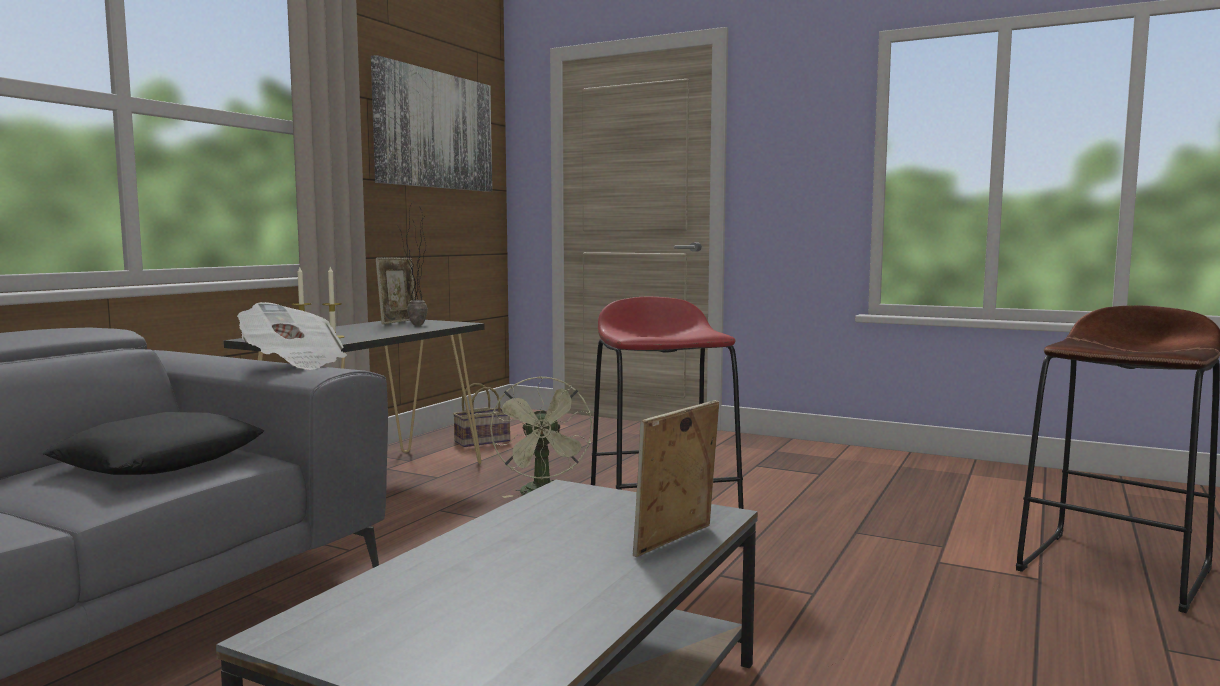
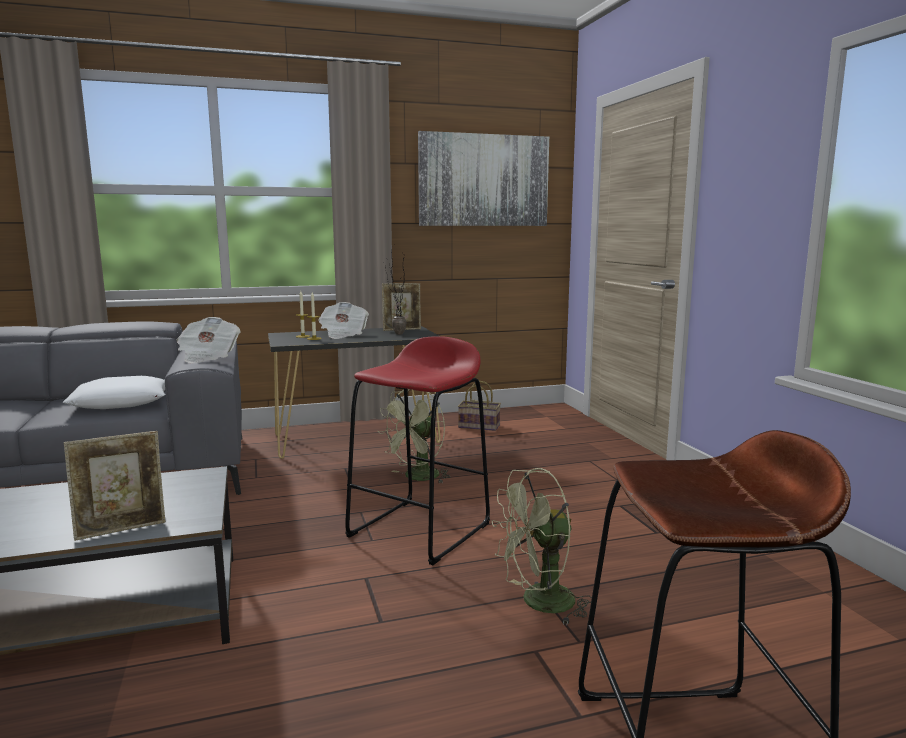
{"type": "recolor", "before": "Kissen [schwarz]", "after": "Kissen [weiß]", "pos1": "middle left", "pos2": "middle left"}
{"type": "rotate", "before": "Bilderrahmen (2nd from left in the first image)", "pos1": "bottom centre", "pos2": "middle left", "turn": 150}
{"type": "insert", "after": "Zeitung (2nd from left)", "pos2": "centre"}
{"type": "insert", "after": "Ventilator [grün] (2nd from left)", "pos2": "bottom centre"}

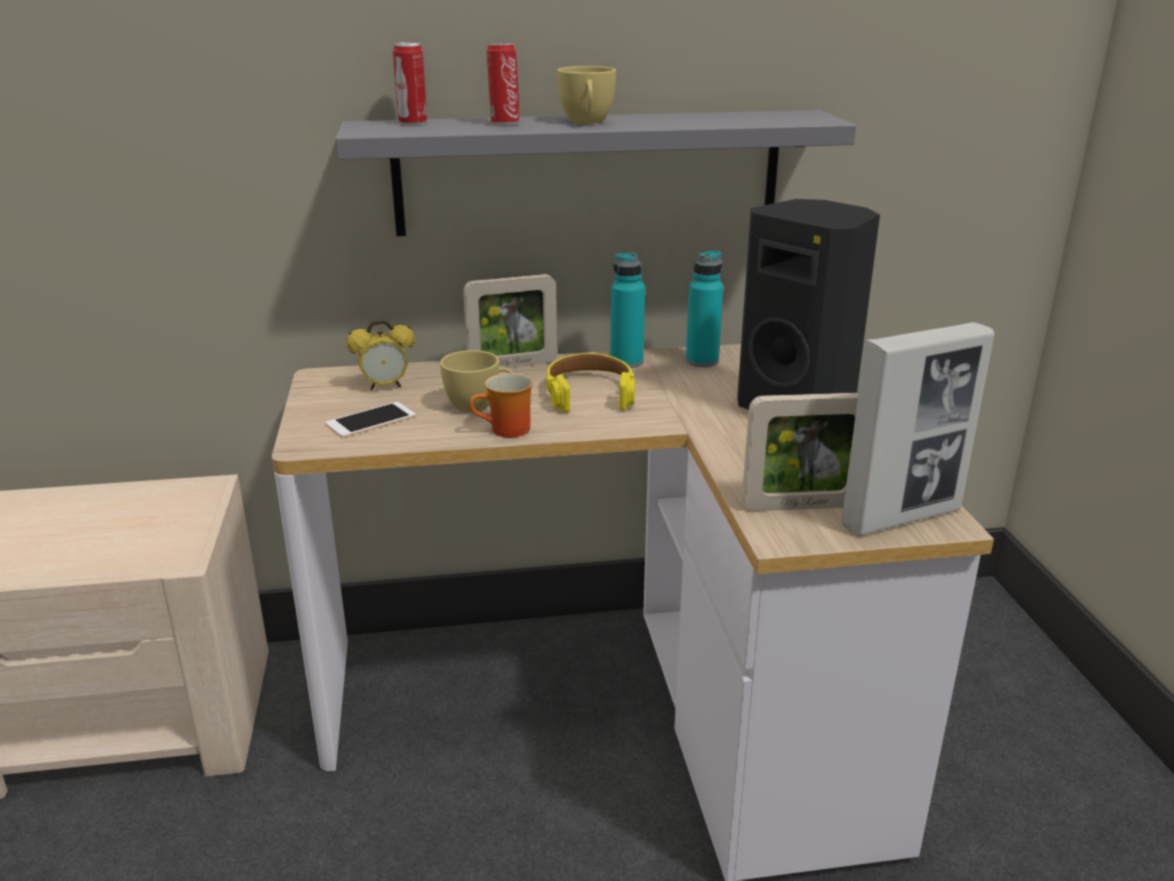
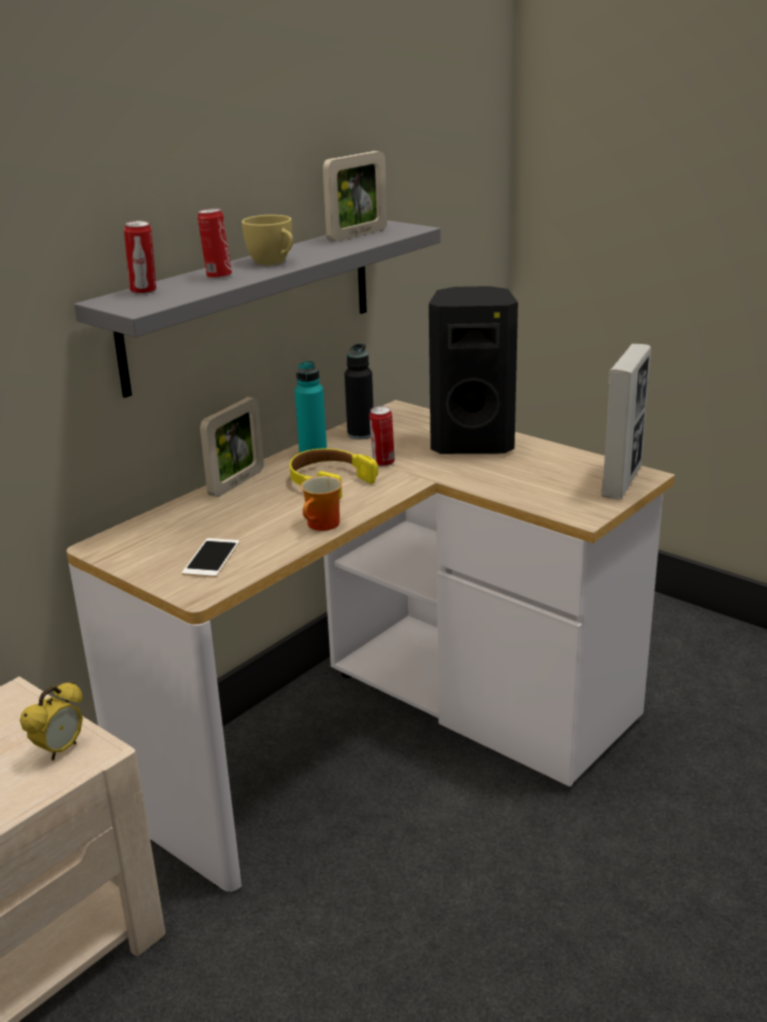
{"type": "move", "before": "Wecker", "pos1": "middle left", "pos2": "bottom left"}
{"type": "move", "before": "Bilderrahmen (2nd from left)", "pos1": "middle right", "pos2": "top centre"}
{"type": "recolor", "before": "Flasche [türkis] (2nd from left)", "after": "Flasche [schwarz]", "pos1": "centre", "pos2": "centre"}
{"type": "insert", "after": "Dose (3rd from left)", "pos2": "centre"}
{"type": "delete", "before": "Tasse [gelb] (1st from left)", "pos1": "centre"}

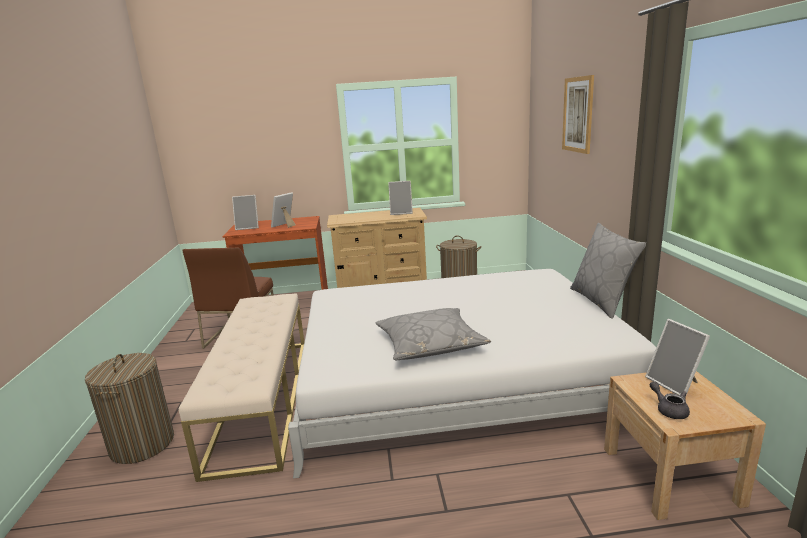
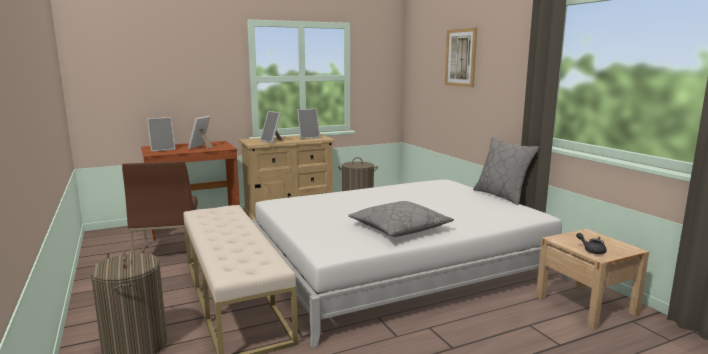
{"type": "move", "before": "Bilderrahmen (4th from left in the first image)", "after": "Bilderrahmen (3rd from left)", "pos1": "middle right", "pos2": "centre"}

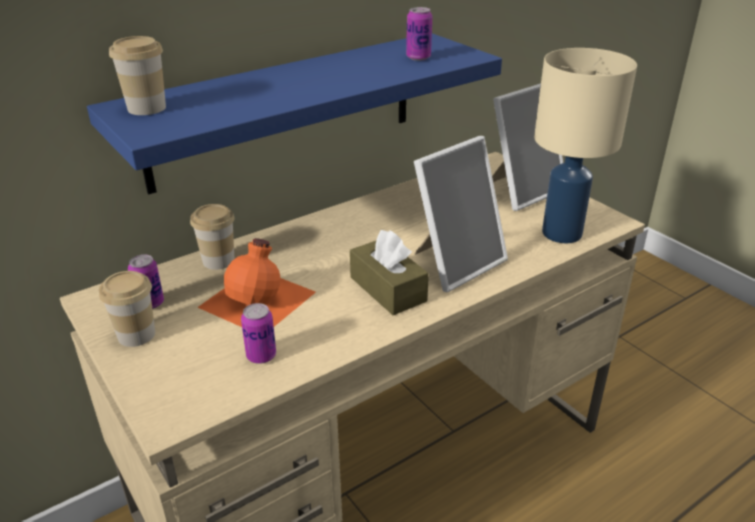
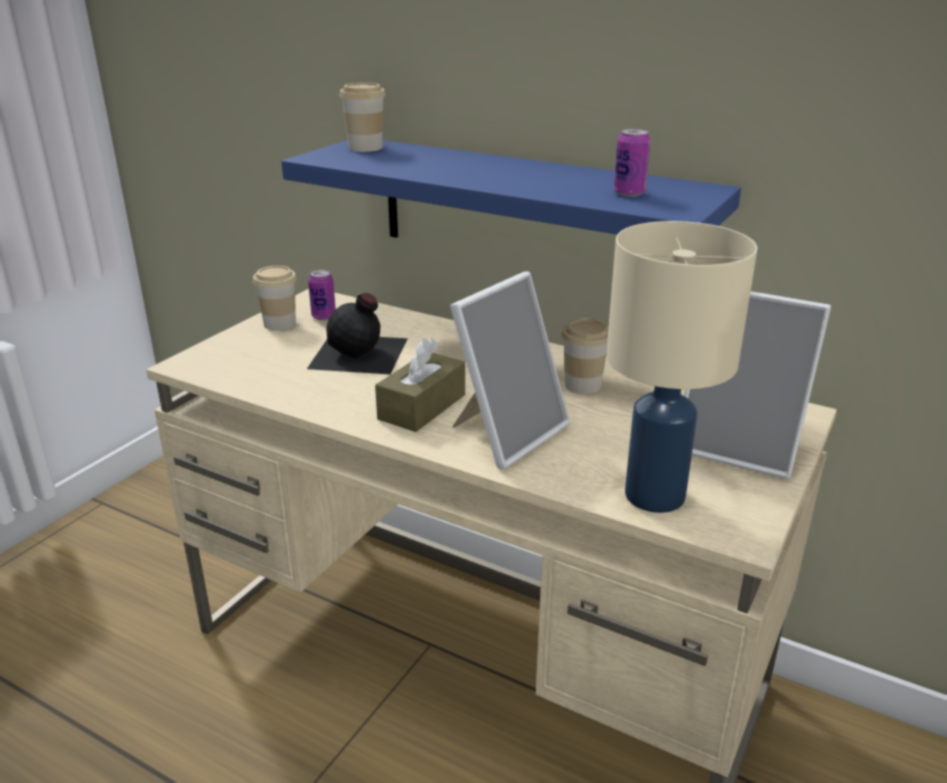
{"type": "recolor", "before": "Flasche [orange]", "after": "Flasche [schwarz]", "pos1": "centre", "pos2": "centre"}
{"type": "rotate", "before": "Bilderrahmen (1st from left)", "pos1": "centre", "pos2": "centre", "turn": -75}
{"type": "move", "before": "Tasse (3rd from left)", "pos1": "middle left", "pos2": "centre"}
{"type": "delete", "before": "Dose (2nd from left)", "pos1": "centre"}

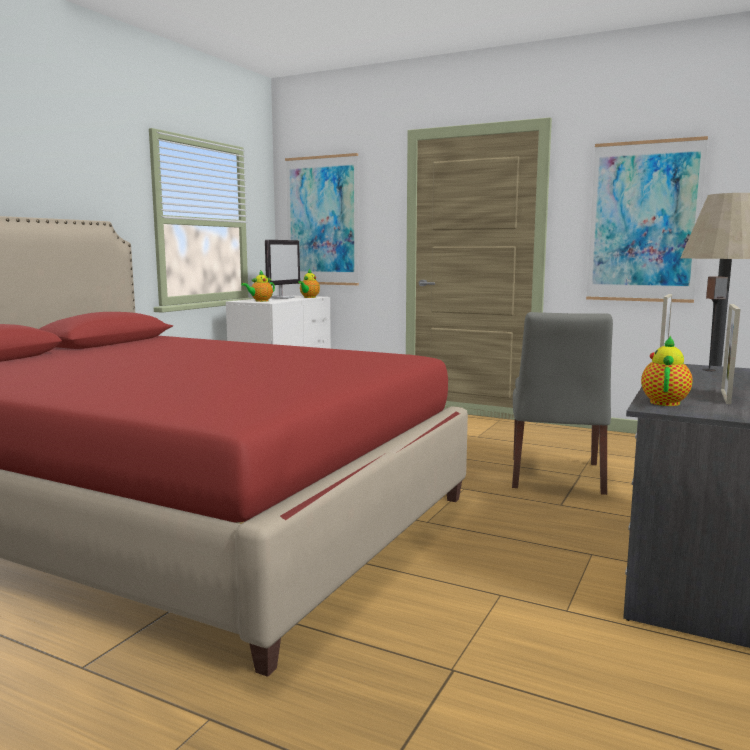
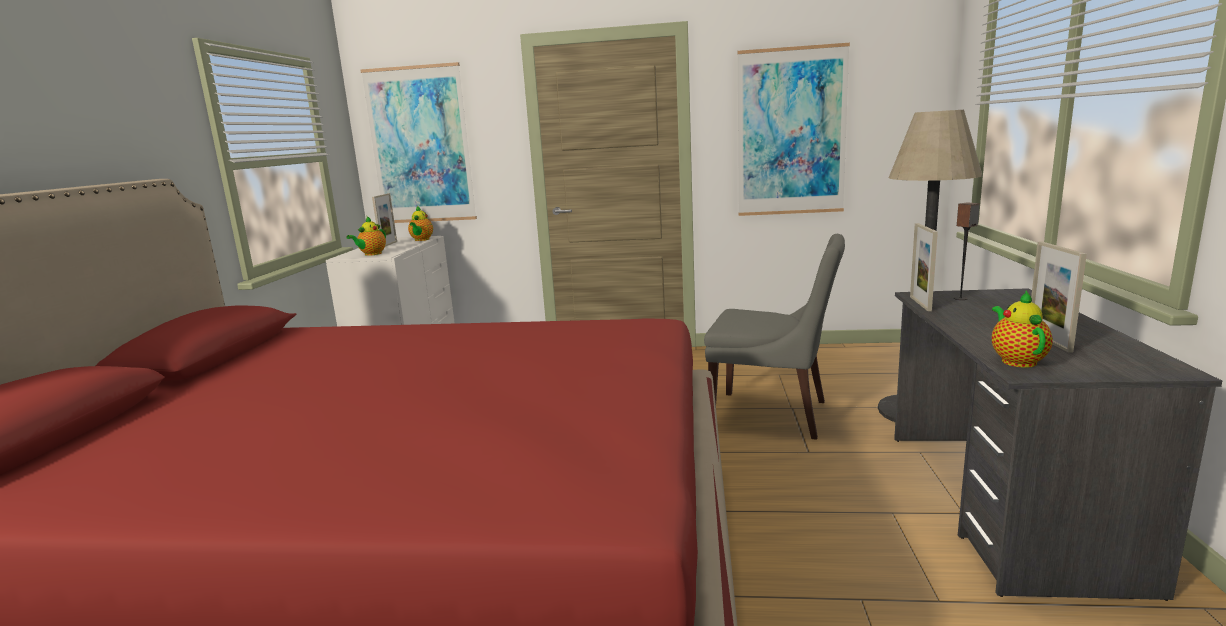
{"type": "replace", "before": "Monitor", "after": "Bilderrahmen (1st from left)", "pos1": "centre", "pos2": "middle left"}
{"type": "rotate", "before": "Stuhl [grau]", "pos1": "middle right", "pos2": "centre", "turn": -60}

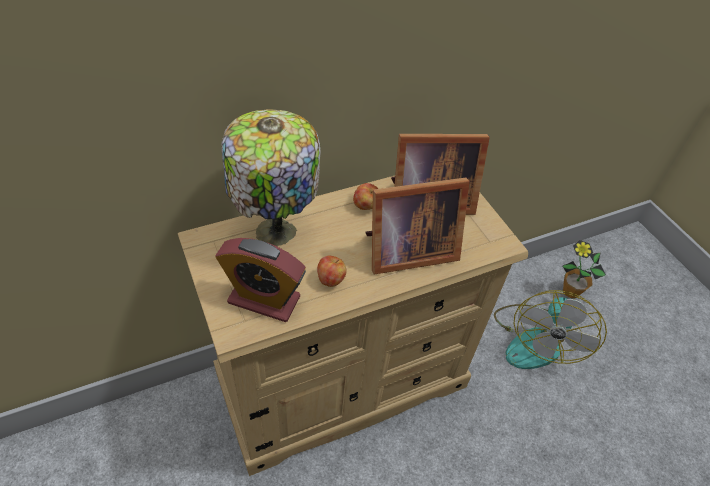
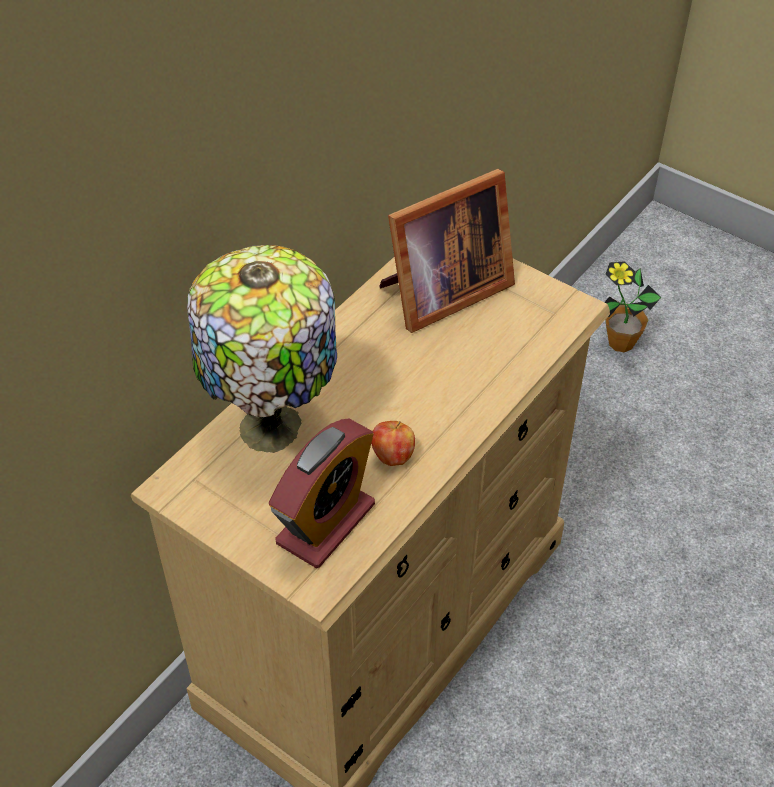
{"type": "rotate", "before": "Wecker", "pos1": "centre", "pos2": "centre", "turn": -45}
{"type": "delete", "before": "Apfel (2nd from left)", "pos1": "centre"}
{"type": "delete", "before": "Bilderrahmen (1st from left)", "pos1": "centre"}
{"type": "delete", "before": "Ventilator", "pos1": "bottom right"}

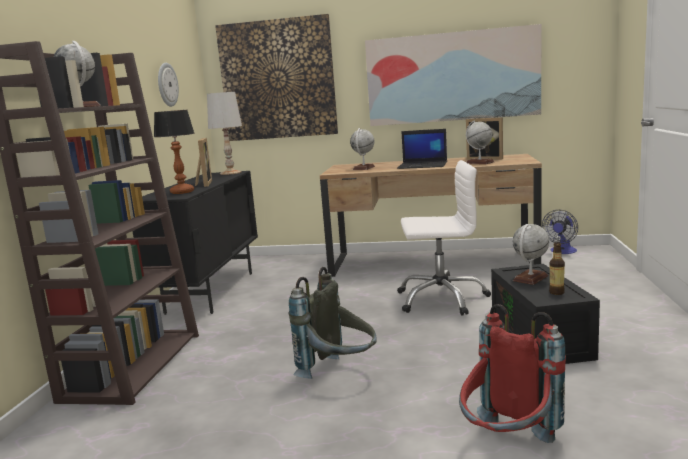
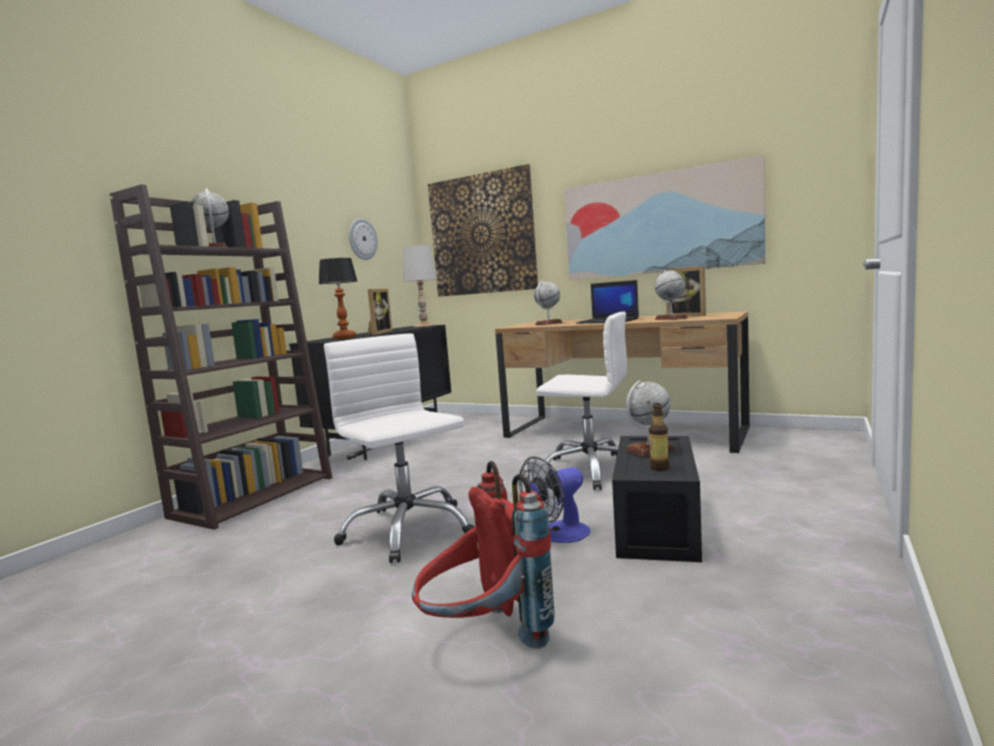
{"type": "replace", "before": "Rucksack [grau]", "after": "Bürostuhl [weiß] (1st from left)", "pos1": "bottom centre", "pos2": "centre"}
{"type": "move", "before": "Ventilator", "pos1": "middle right", "pos2": "bottom centre"}

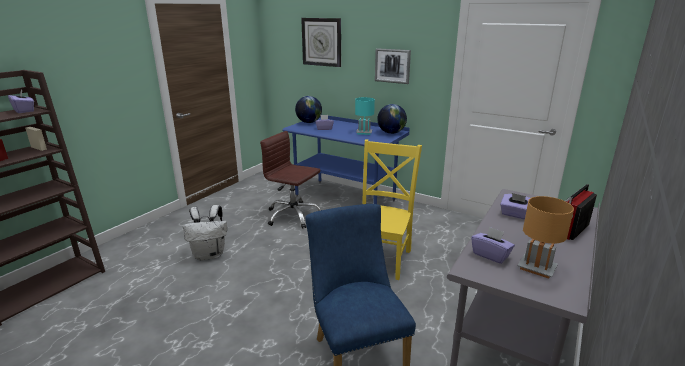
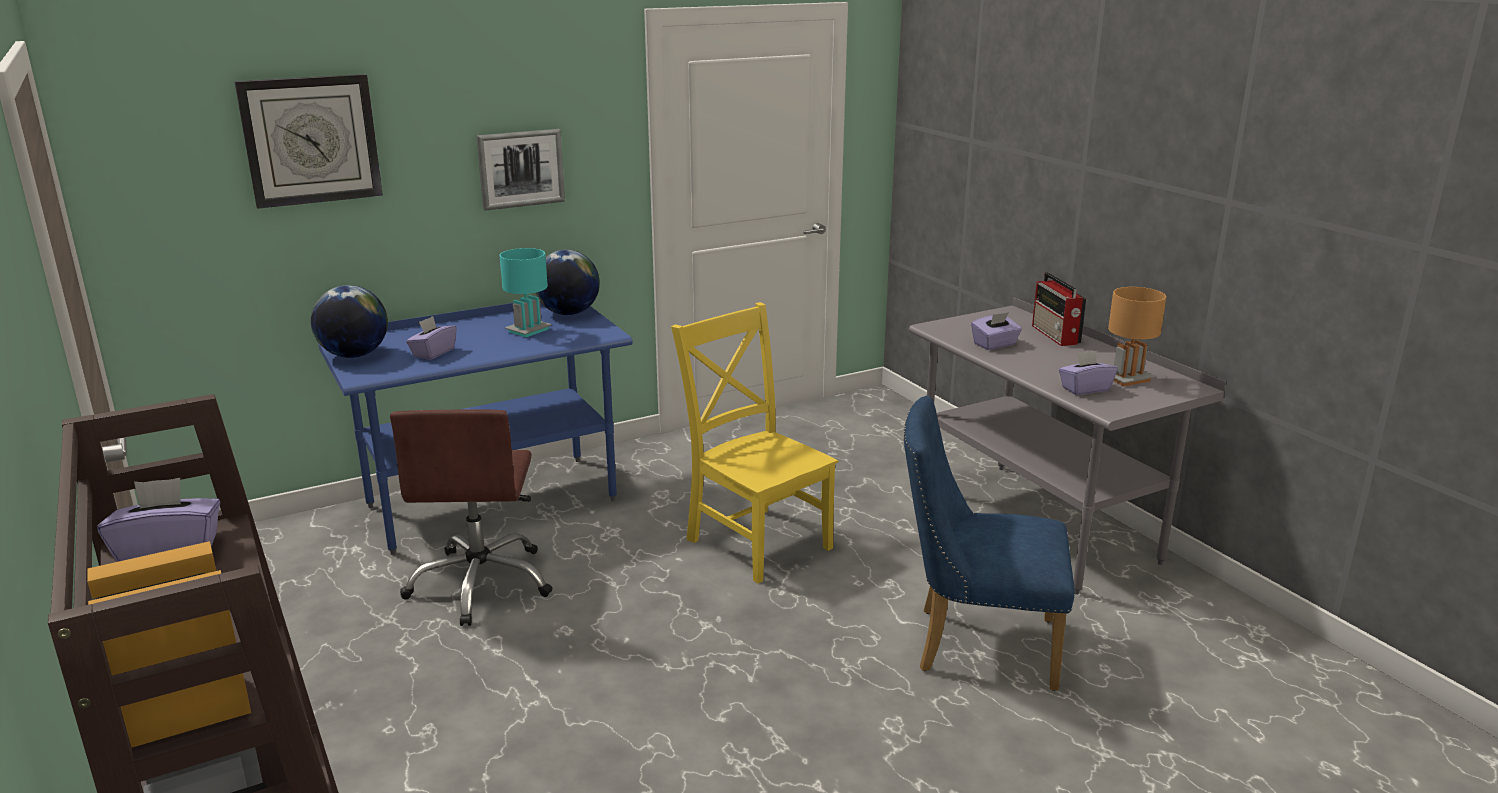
{"type": "rotate", "before": "Bürostuhl [braun]", "pos1": "centre", "pos2": "middle left", "turn": -60}
{"type": "delete", "before": "Rucksack [weiß]", "pos1": "middle left"}

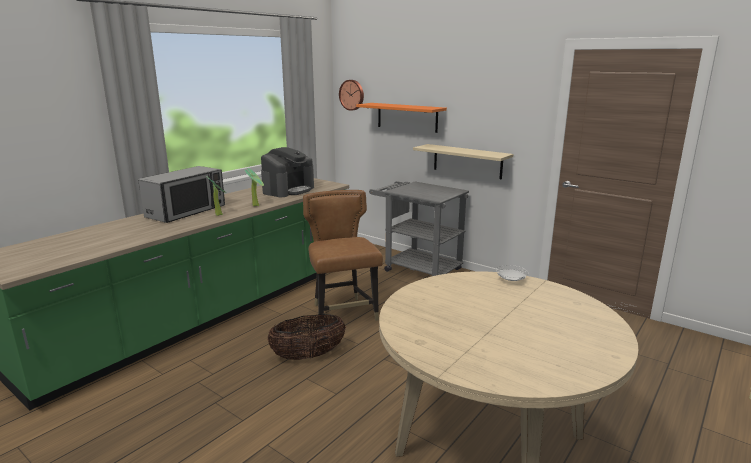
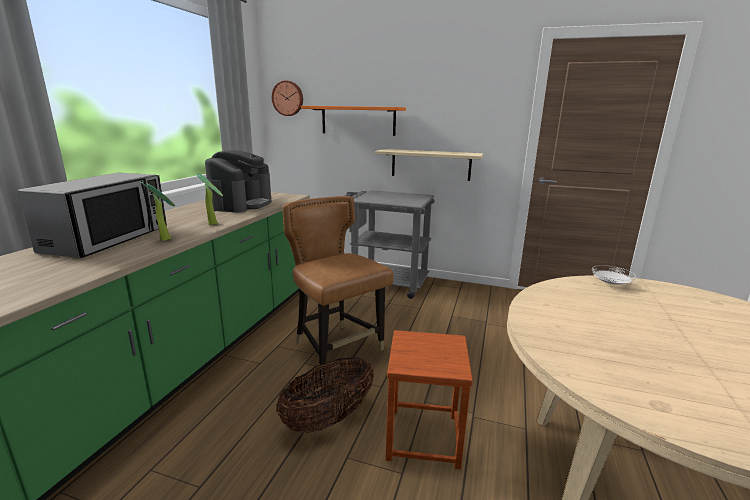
{"type": "insert", "after": "Hocker [braun]", "pos2": "bottom centre"}

